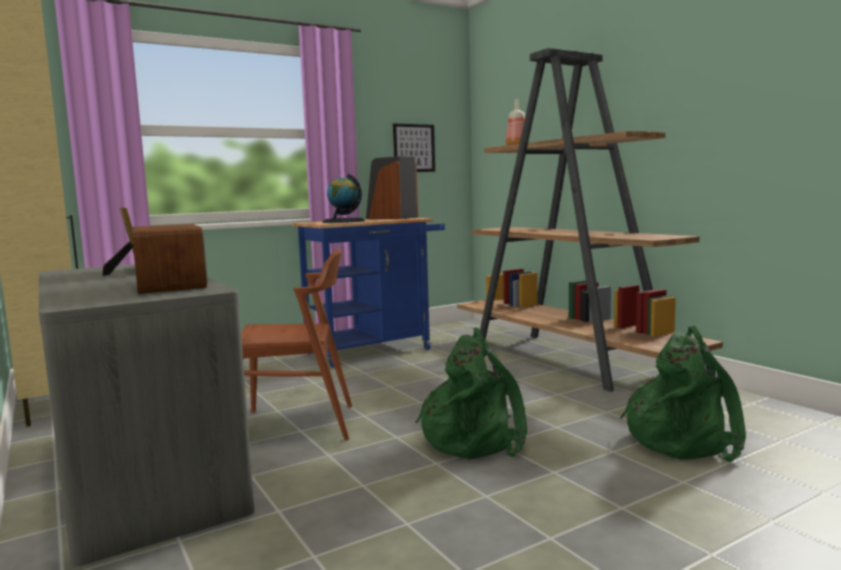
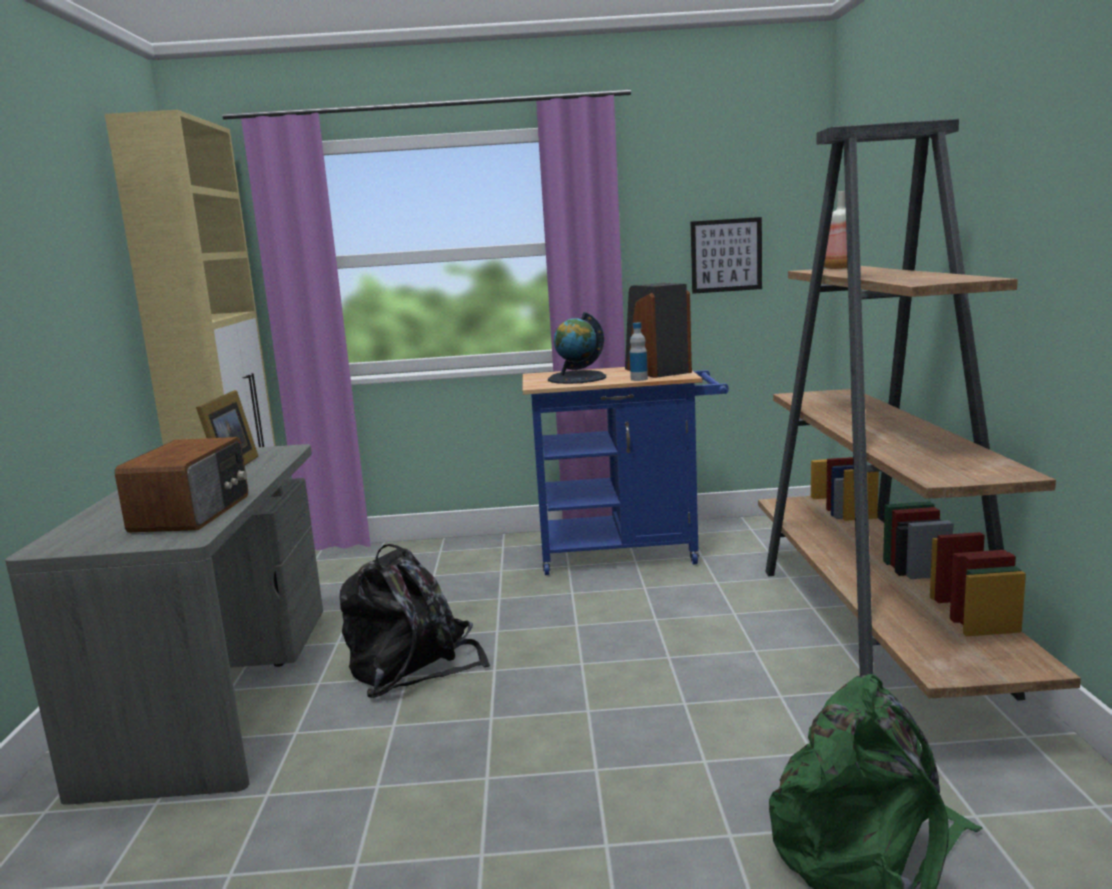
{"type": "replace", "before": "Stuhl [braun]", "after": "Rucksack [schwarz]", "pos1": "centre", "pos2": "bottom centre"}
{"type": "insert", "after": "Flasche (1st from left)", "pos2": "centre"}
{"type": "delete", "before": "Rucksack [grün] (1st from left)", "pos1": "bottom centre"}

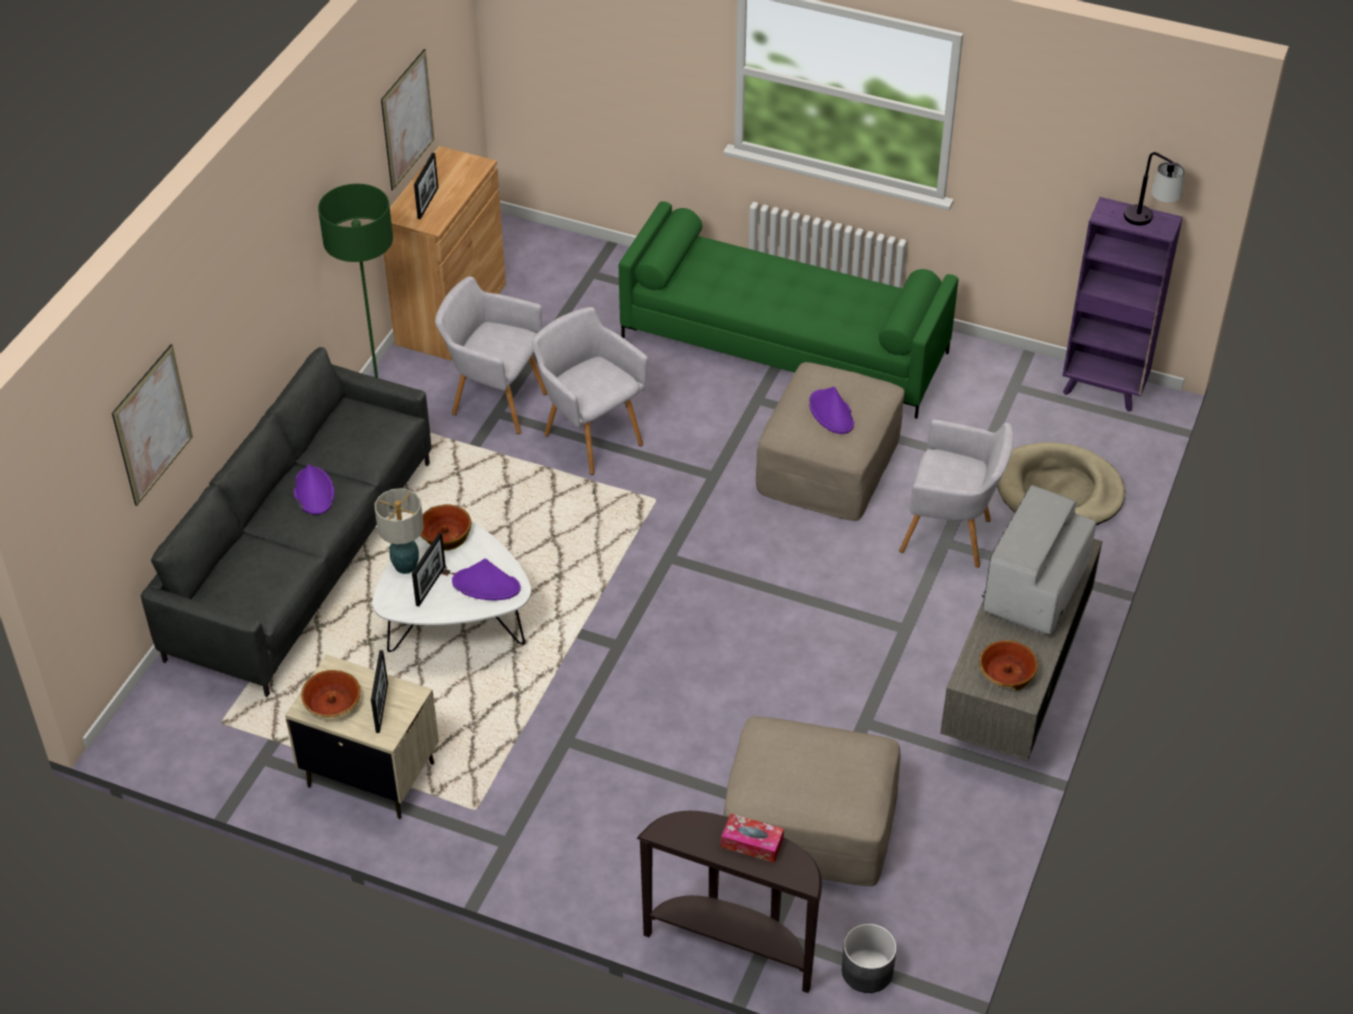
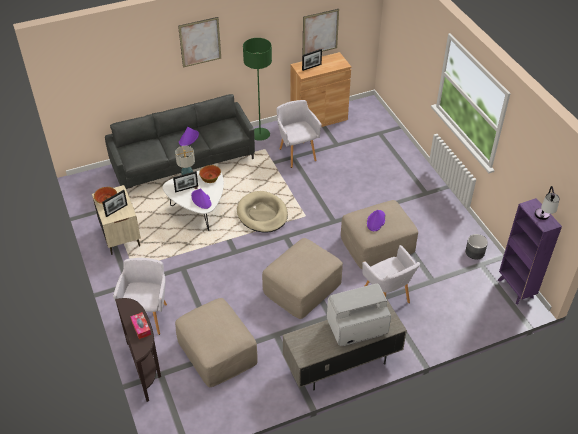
{"type": "move", "before": "Sessel [grau] (2nd from left in the first image)", "after": "Sessel [grau] (1st from left)", "pos1": "centre", "pos2": "bottom left"}
{"type": "move", "before": "Bild (1st from left)", "pos1": "middle left", "pos2": "top centre"}
{"type": "move", "before": "Hundebett [beige]", "pos1": "middle right", "pos2": "centre"}
{"type": "insert", "after": "Polsterhocker [beige] (2nd from left)", "pos2": "centre"}
{"type": "move", "before": "Pflanzkübel [grau]", "pos1": "bottom centre", "pos2": "middle right"}
{"type": "delete", "before": "Sofa [grün]", "pos1": "top centre"}
{"type": "delete", "before": "Schüssel (3rd from left)", "pos1": "middle right"}

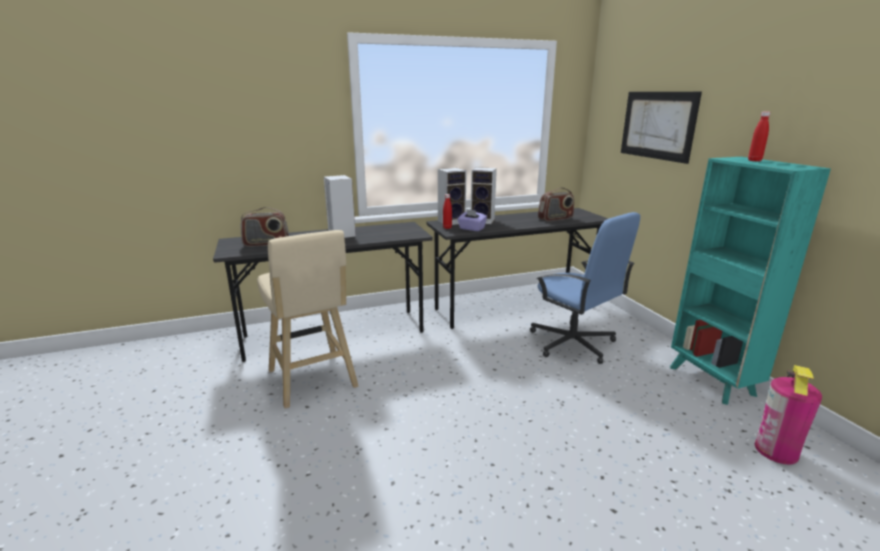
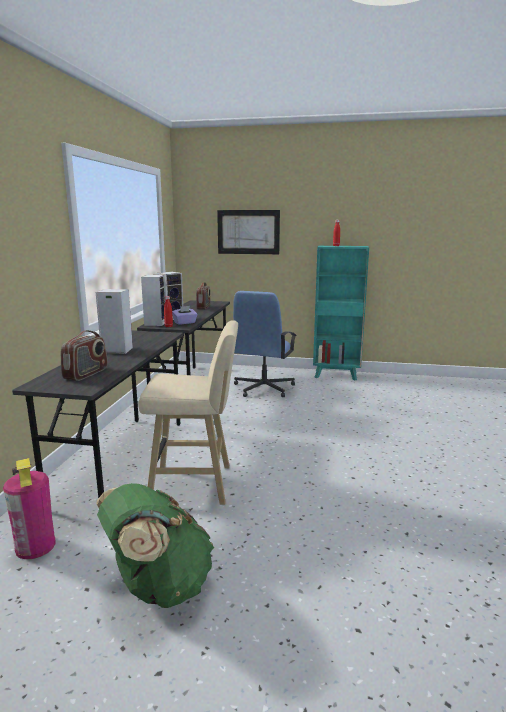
{"type": "move", "before": "Feuerlöscher", "pos1": "bottom right", "pos2": "bottom left"}
{"type": "insert", "after": "Rucksack [grün]", "pos2": "bottom left"}
{"type": "rotate", "before": "Bürostuhl [blau]", "pos1": "centre", "pos2": "centre", "turn": 120}

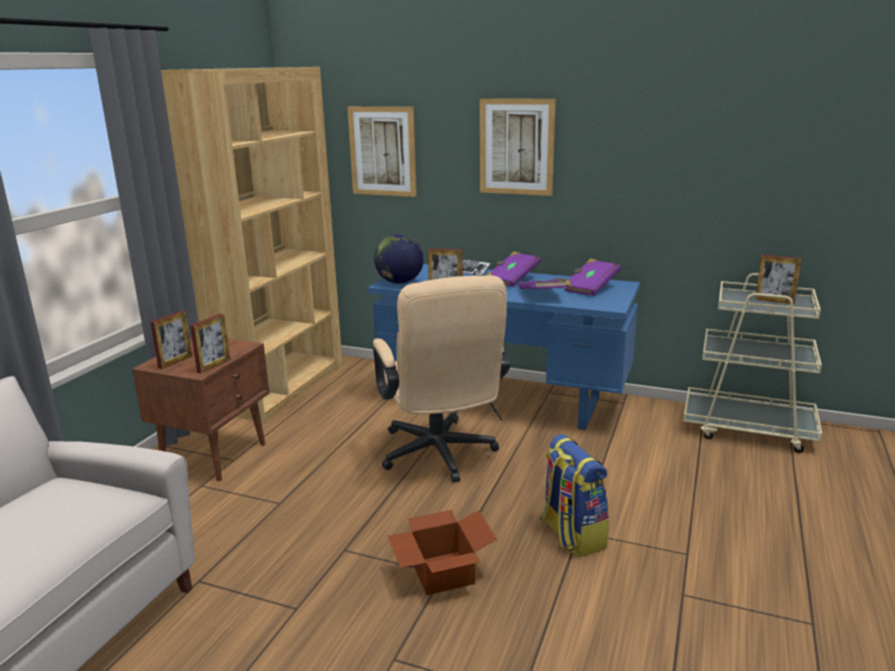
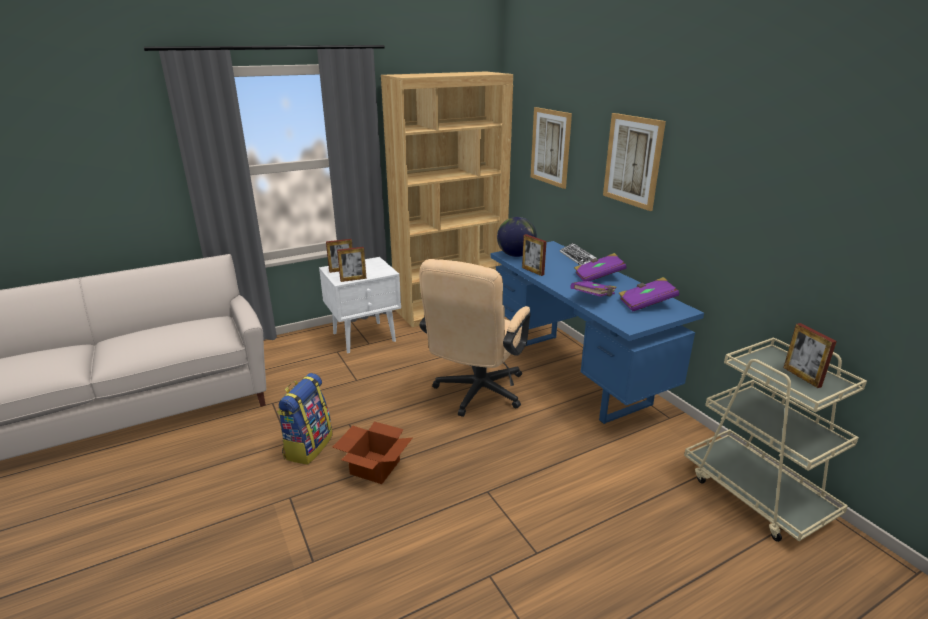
{"type": "move", "before": "Rucksack", "pos1": "bottom centre", "pos2": "bottom left"}
{"type": "recolor", "before": "Nachttisch [braun]", "after": "Nachttisch [weiß]", "pos1": "middle left", "pos2": "centre"}

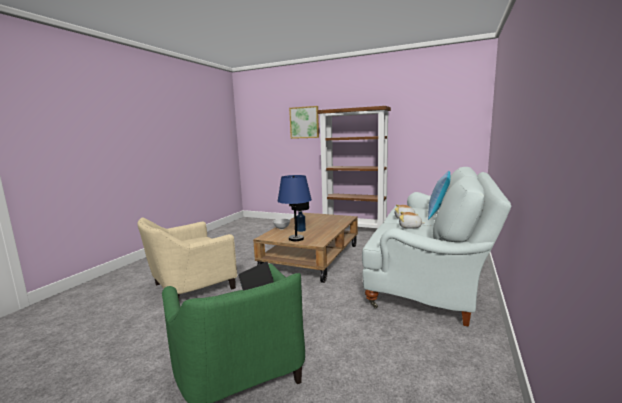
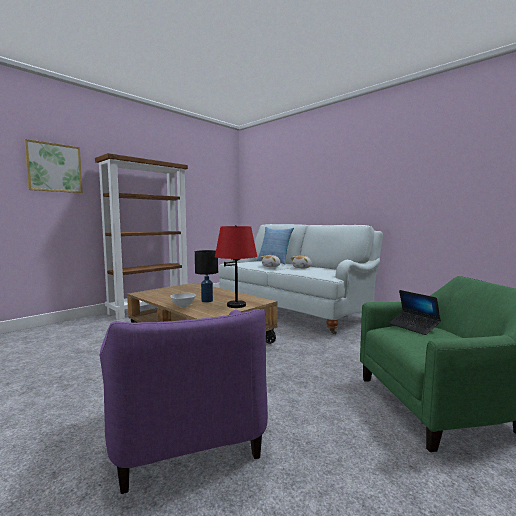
{"type": "recolor", "before": "Sessel [beige]", "after": "Sessel [lila]", "pos1": "middle left", "pos2": "bottom centre"}
{"type": "recolor", "before": "Tischlampe [blau]", "after": "Tischlampe [rot]", "pos1": "centre", "pos2": "centre"}

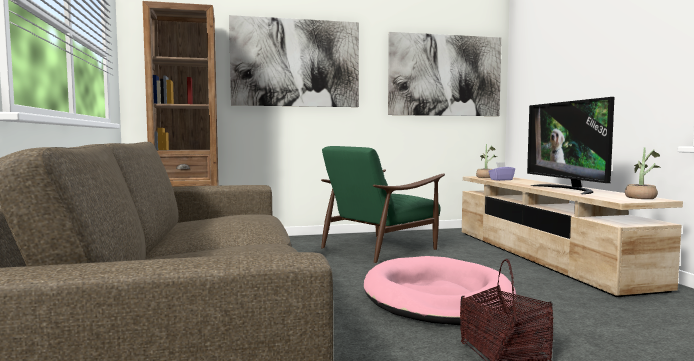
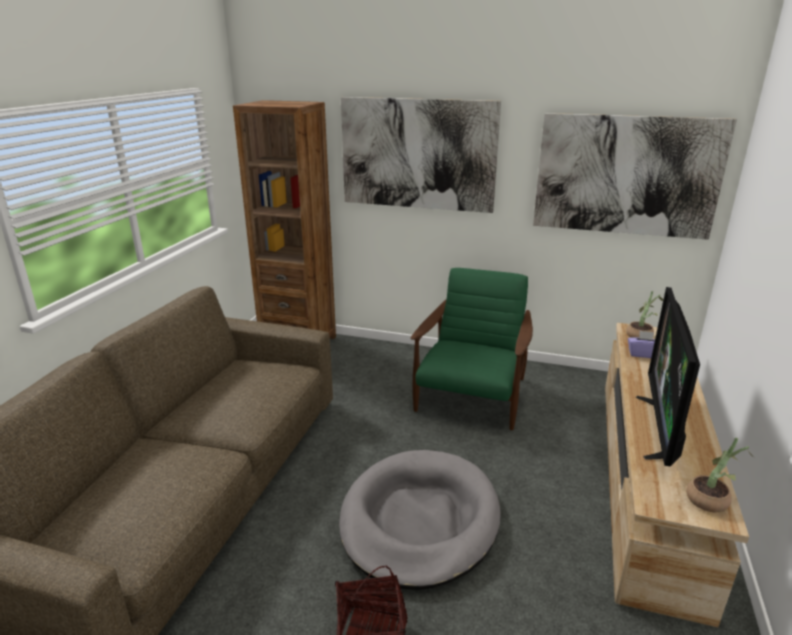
{"type": "recolor", "before": "Hundebett [rosa]", "after": "Hundebett [grau]", "pos1": "bottom centre", "pos2": "bottom centre"}
{"type": "rotate", "before": "Sessel [grün]", "pos1": "centre", "pos2": "centre", "turn": 120}

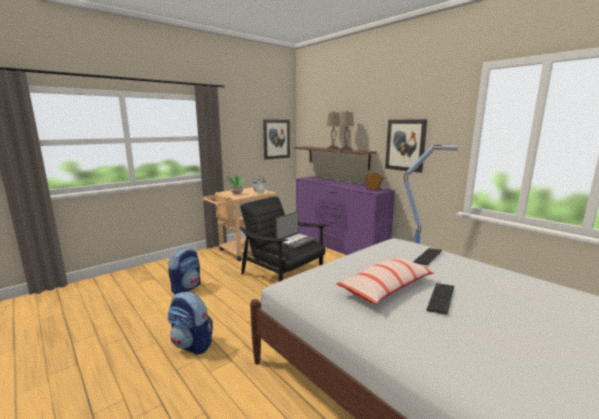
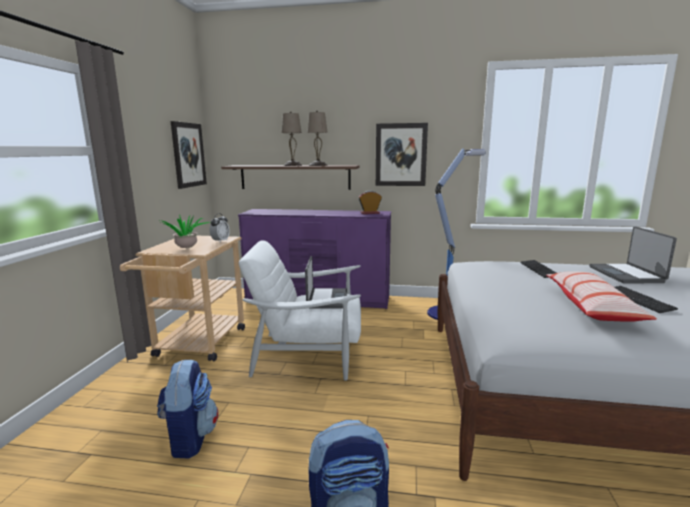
{"type": "recolor", "before": "Sessel [schwarz]", "after": "Sessel [weiß]", "pos1": "centre", "pos2": "centre"}
{"type": "insert", "after": "Laptop (2nd from left)", "pos2": "middle right"}

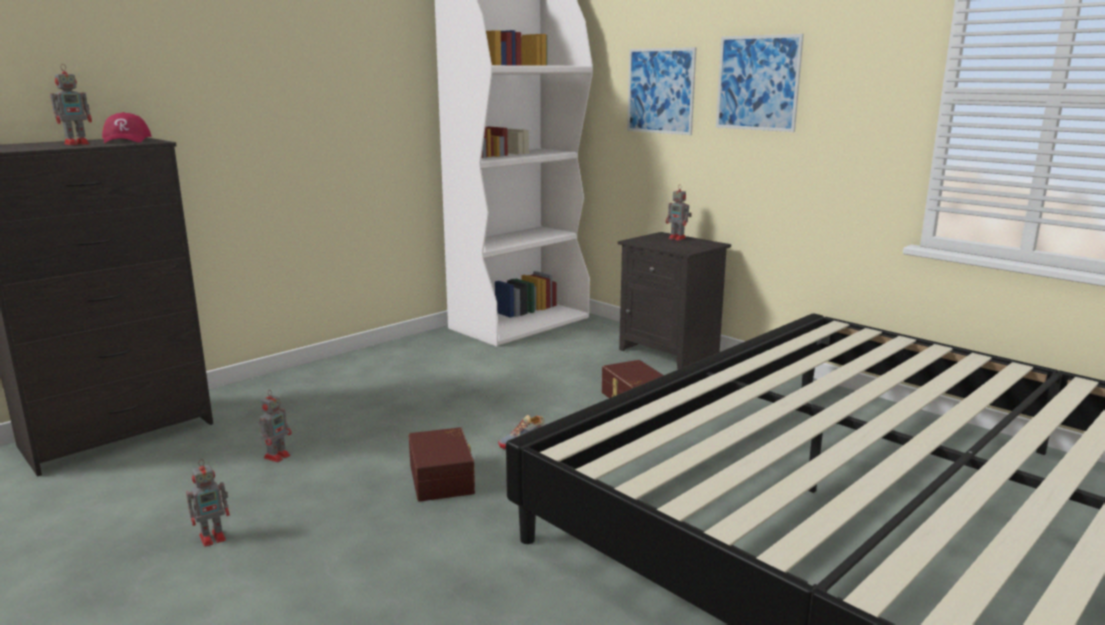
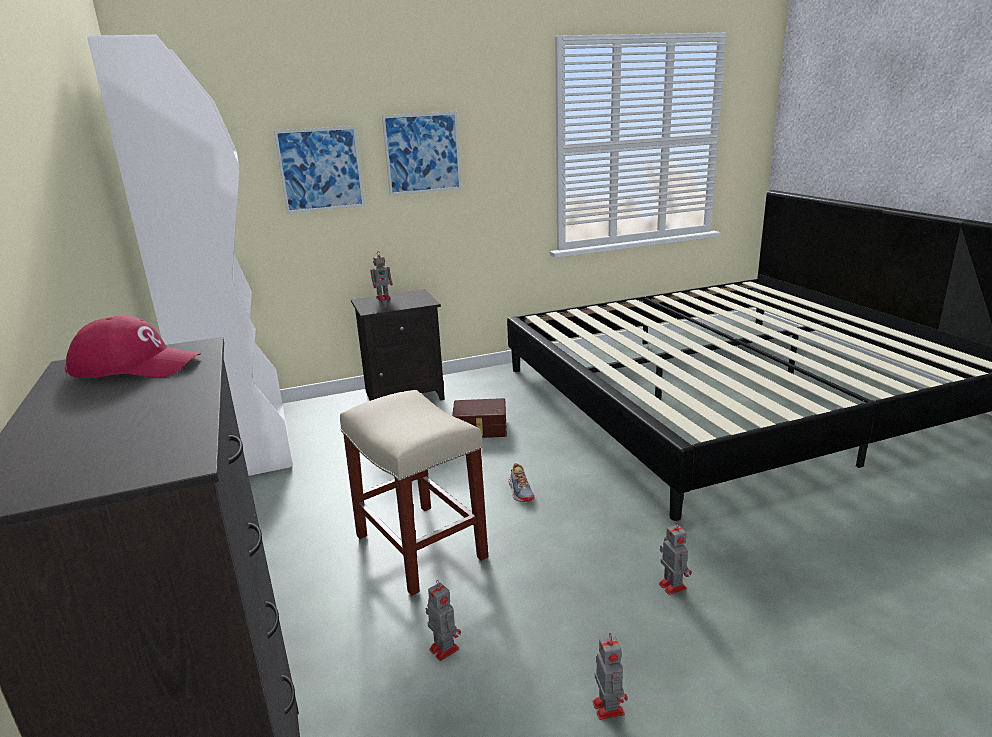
{"type": "insert", "after": "Hocker [beige]", "pos2": "bottom centre"}
{"type": "move", "before": "Spielzeugroboter (1st from left in the first image)", "after": "Spielzeugroboter (4th from left)", "pos1": "top left", "pos2": "bottom right"}
{"type": "delete", "before": "Aufbewahrungsbox [braun] (1st from left)", "pos1": "bottom centre"}

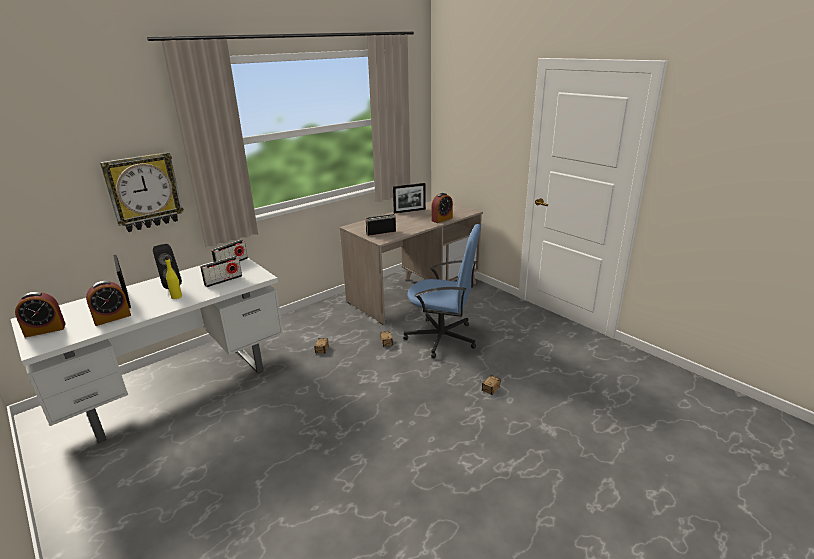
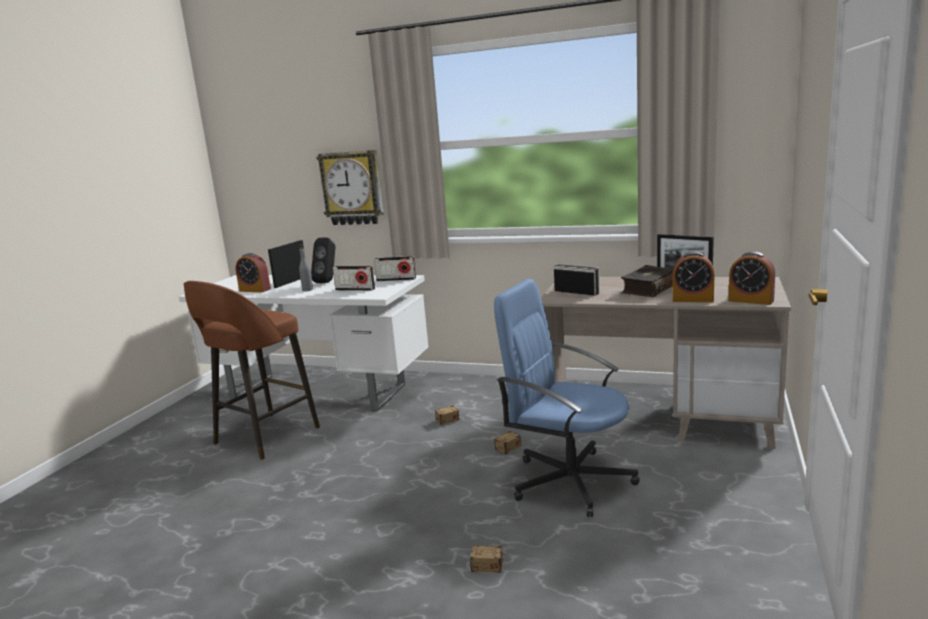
{"type": "insert", "after": "Hocker [braun]", "pos2": "middle left"}
{"type": "recolor", "before": "Flasche [gelb]", "after": "Flasche [grau]", "pos1": "middle left", "pos2": "middle left"}
{"type": "rotate", "before": "Bürostuhl [blau]", "pos1": "centre", "pos2": "centre", "turn": 135}
{"type": "insert", "after": "Buch", "pos2": "middle right"}
{"type": "move", "before": "Wecker (1st from left in the first image)", "after": "Wecker (3rd from left)", "pos1": "middle left", "pos2": "middle right"}

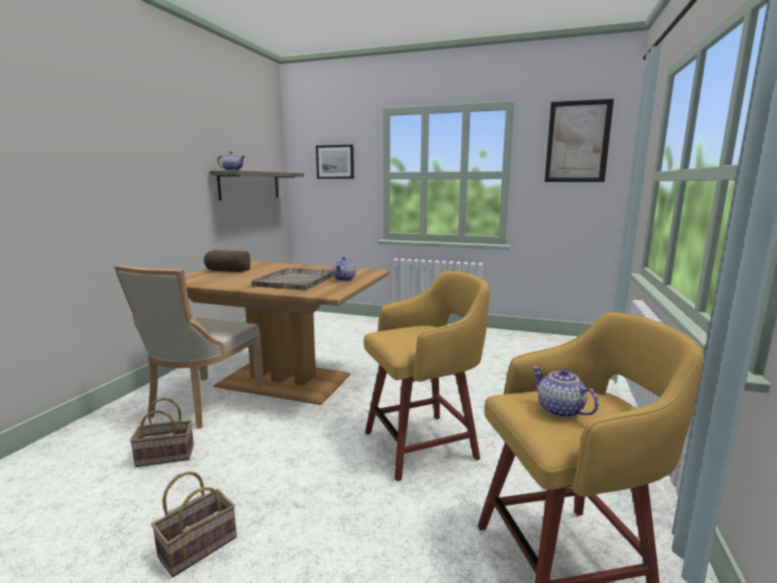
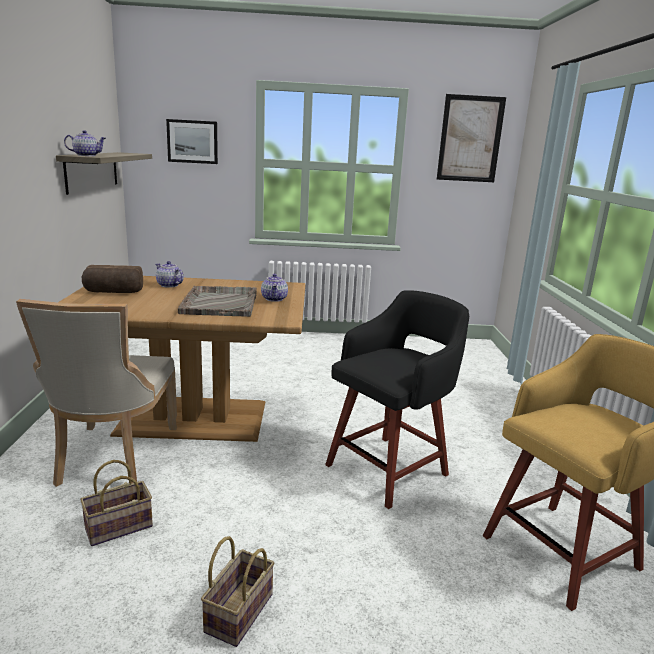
{"type": "move", "before": "Teekanne (3rd from left in the first image)", "after": "Teekanne (2nd from left)", "pos1": "bottom right", "pos2": "middle left"}
{"type": "recolor", "before": "Hocker [gelb] (1st from left)", "after": "Hocker [schwarz]", "pos1": "centre", "pos2": "centre"}

